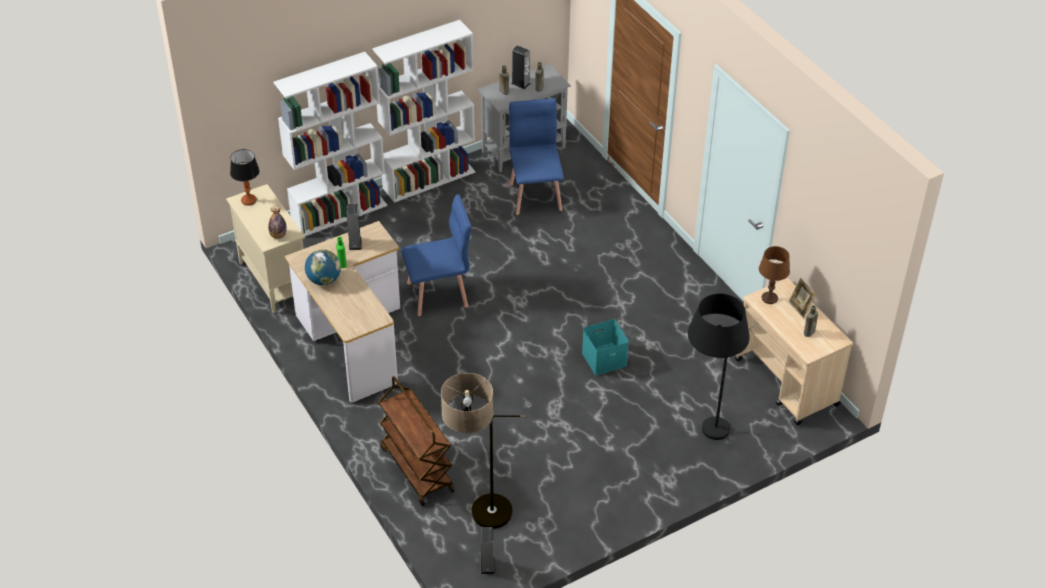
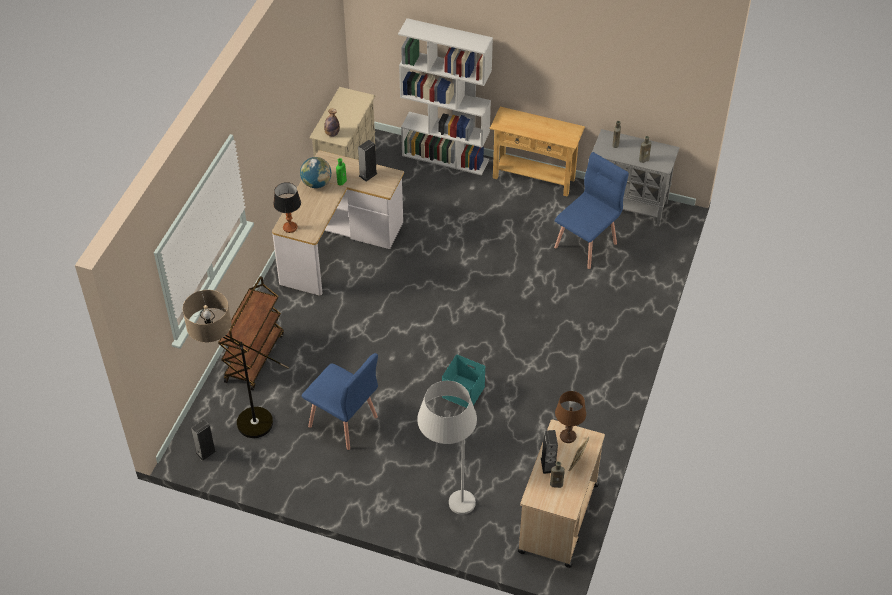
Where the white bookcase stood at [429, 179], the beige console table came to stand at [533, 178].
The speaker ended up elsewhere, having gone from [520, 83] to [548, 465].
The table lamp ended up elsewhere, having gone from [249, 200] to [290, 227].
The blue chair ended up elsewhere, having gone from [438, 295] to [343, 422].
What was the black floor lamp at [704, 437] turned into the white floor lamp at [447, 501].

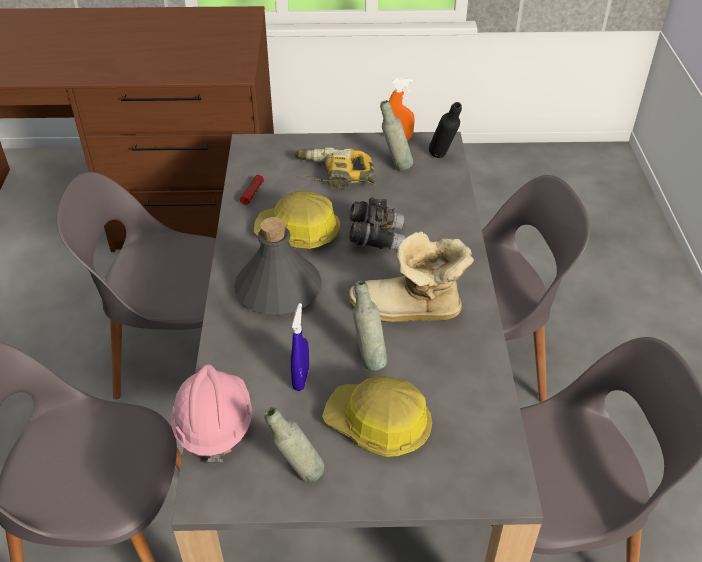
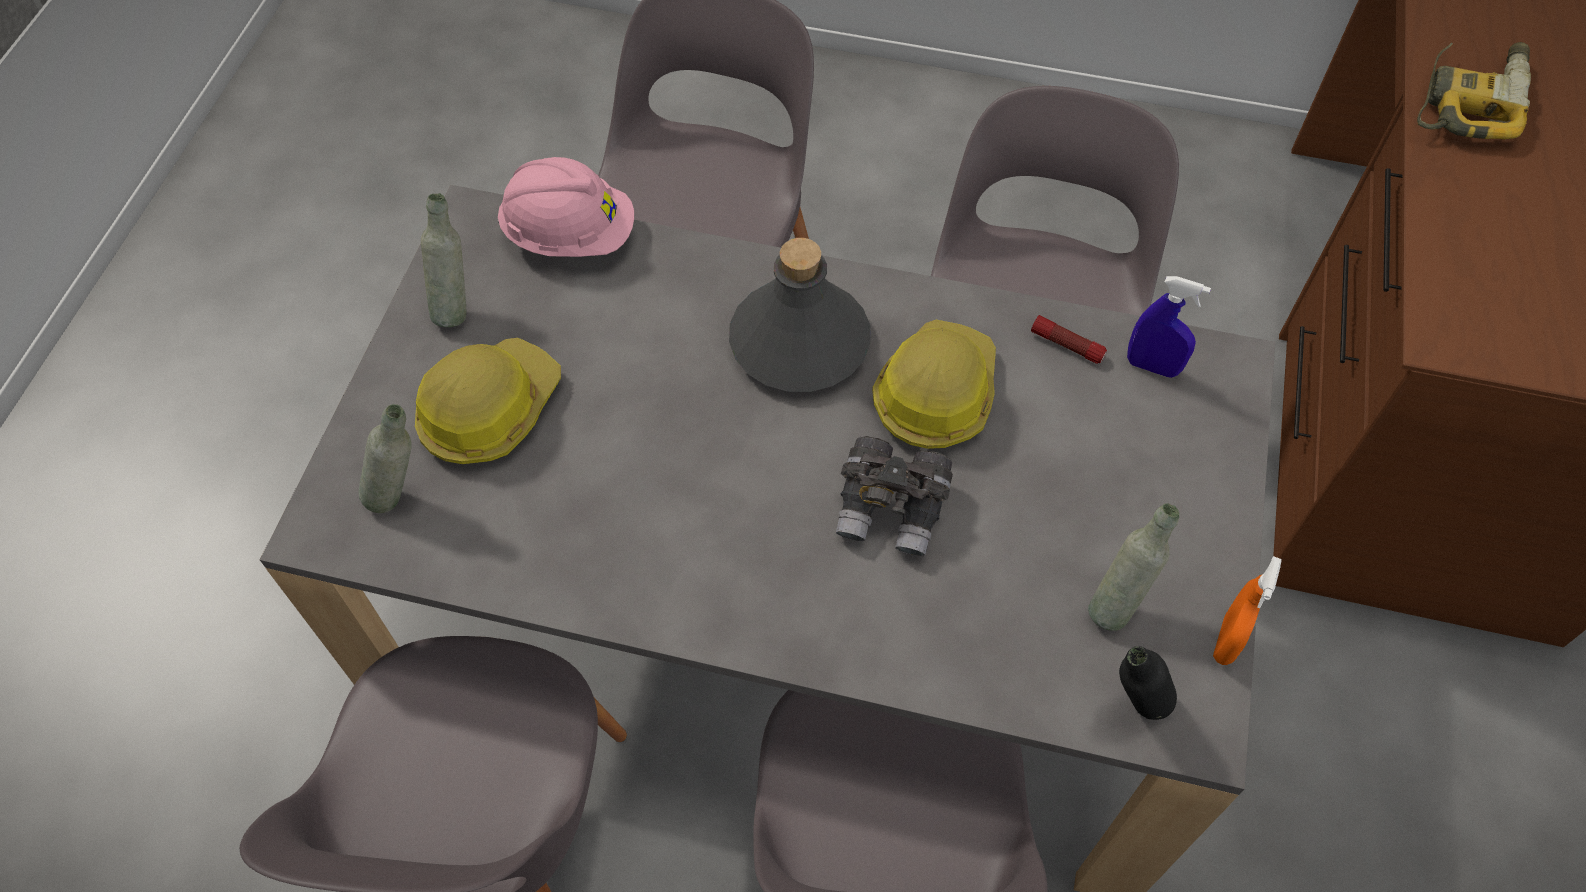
The power drill ended up elsewhere, having gone from [334, 176] to [1468, 99].
The second view lost the boot at [408, 312].
The grey bottle ended up elsewhere, having gone from [368, 359] to [401, 496].
The blue spray bottle ended up elsewhere, having gone from [301, 378] to [1152, 366].

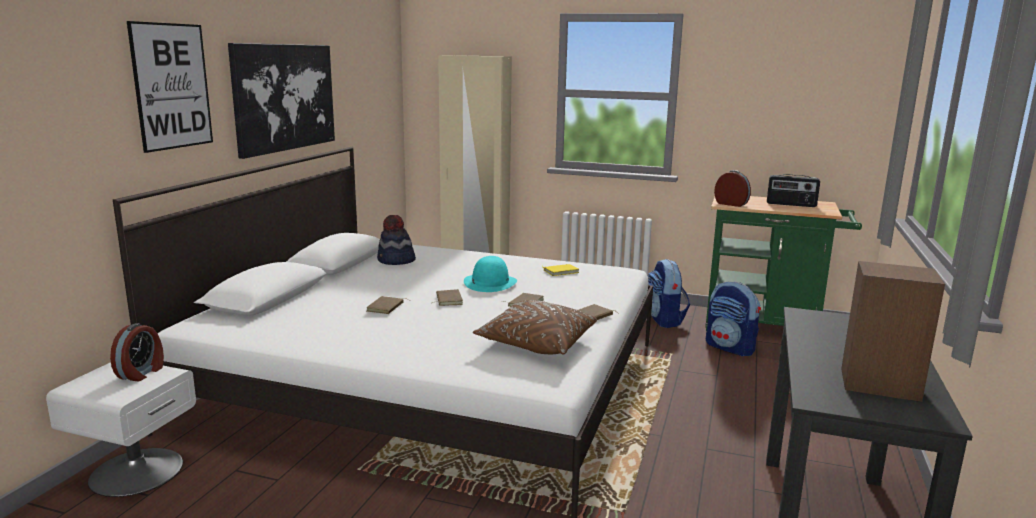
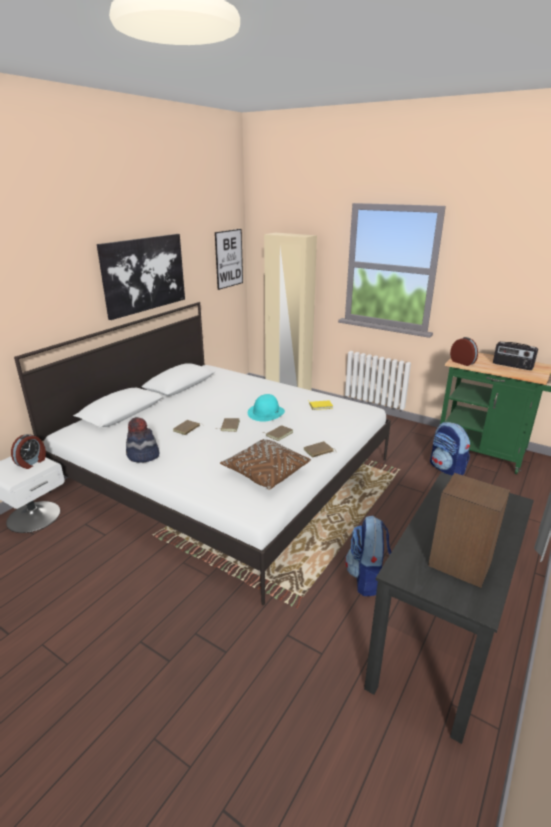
The picture ended up elsewhere, having gone from [172, 86] to [229, 258].
The hat ended up elsewhere, having gone from [396, 261] to [143, 456].
The backpack ended up elsewhere, having gone from [664, 320] to [368, 579].

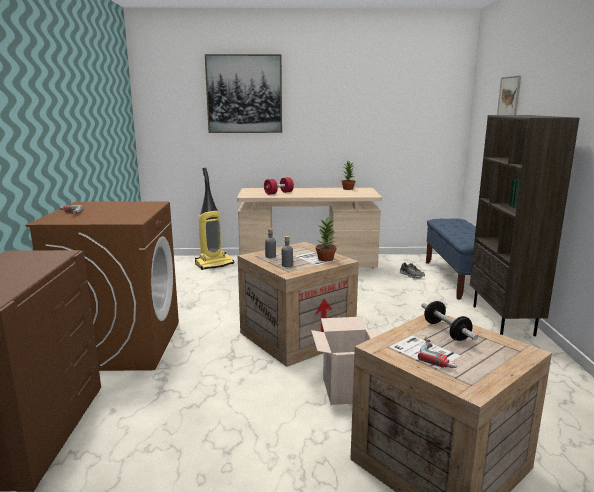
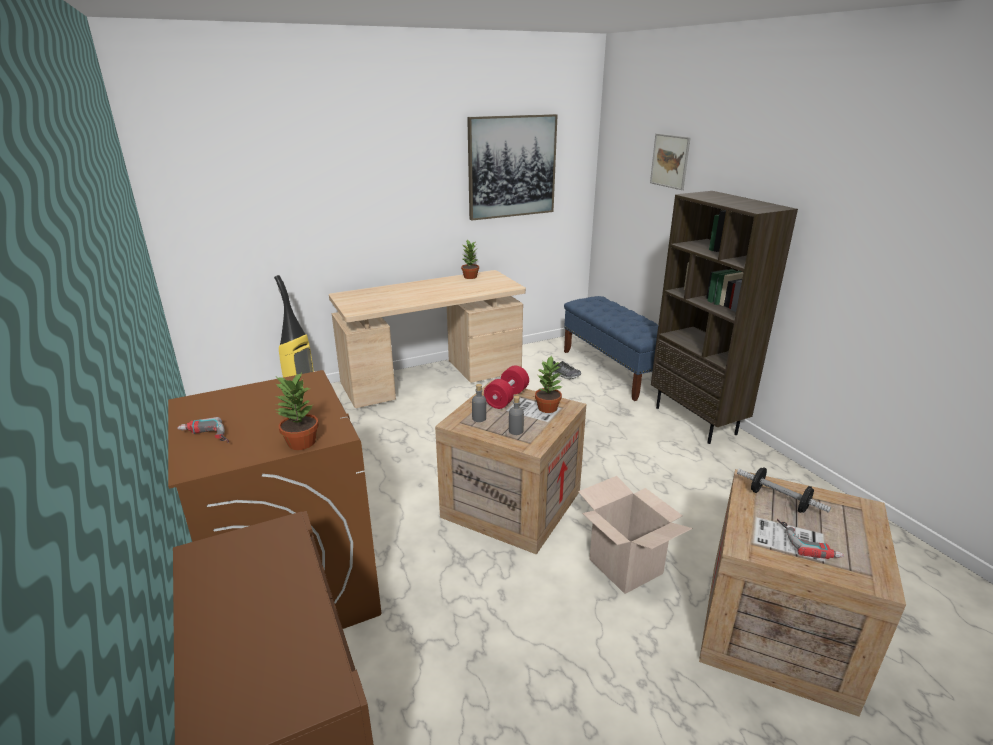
The picture ended up elsewhere, having gone from [244, 94] to [512, 167].
The red dumbbell ended up elsewhere, having gone from [278, 193] to [506, 398].
The second view gained the potted plant at [300, 443].

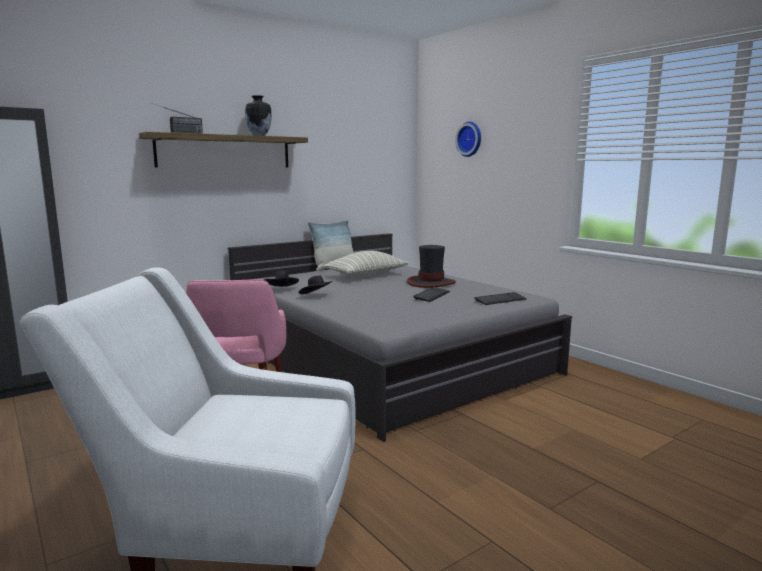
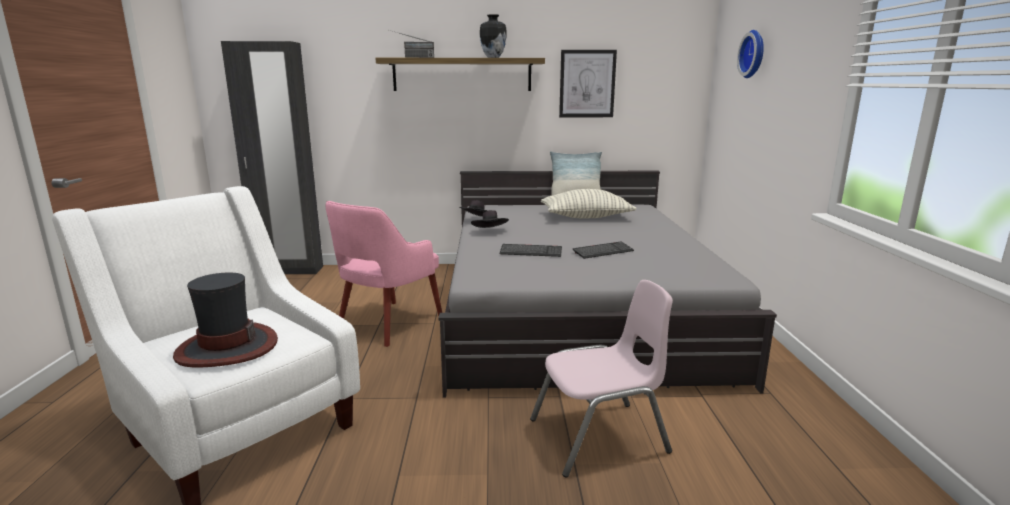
The hat ended up elsewhere, having gone from [431, 283] to [227, 347].
The keyboard ended up elsewhere, having gone from [500, 300] to [531, 252].
The second view gained the picture at [587, 84].
The second view gained the pink chair at [599, 437].

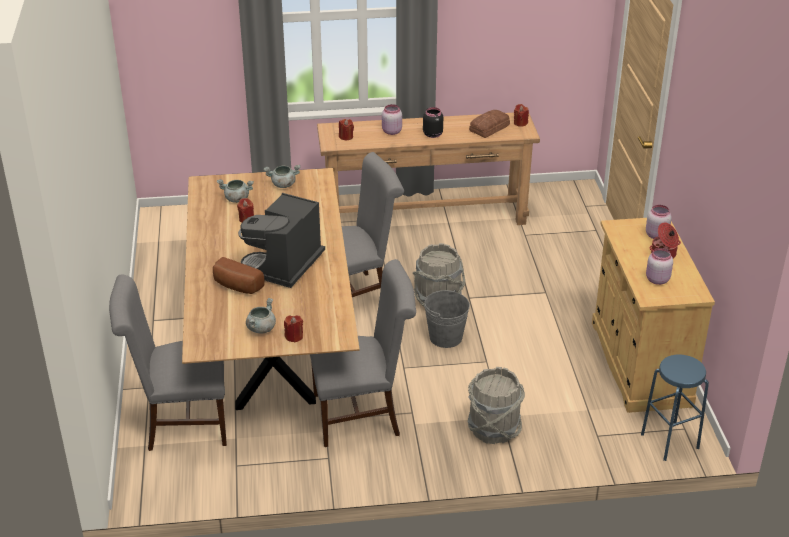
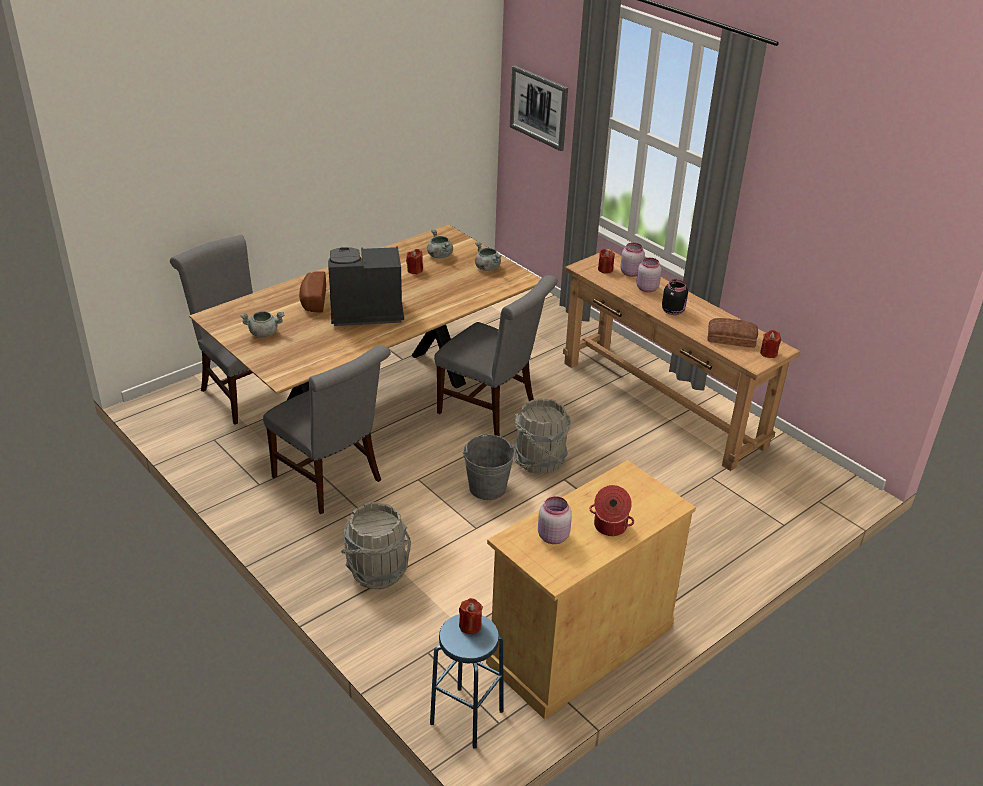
The pink jar ended up elsewhere, having gone from [656, 235] to [631, 272].
The red candle ended up elsewhere, having gone from [294, 336] to [470, 625].
The second view gained the picture at [539, 107].

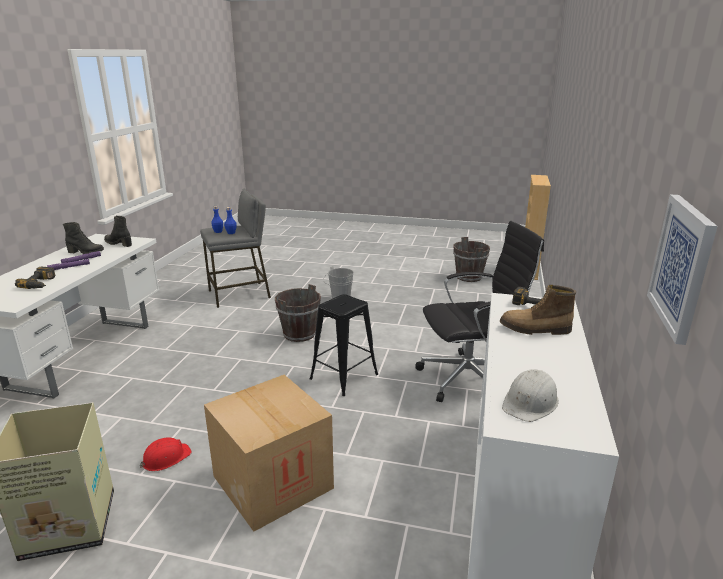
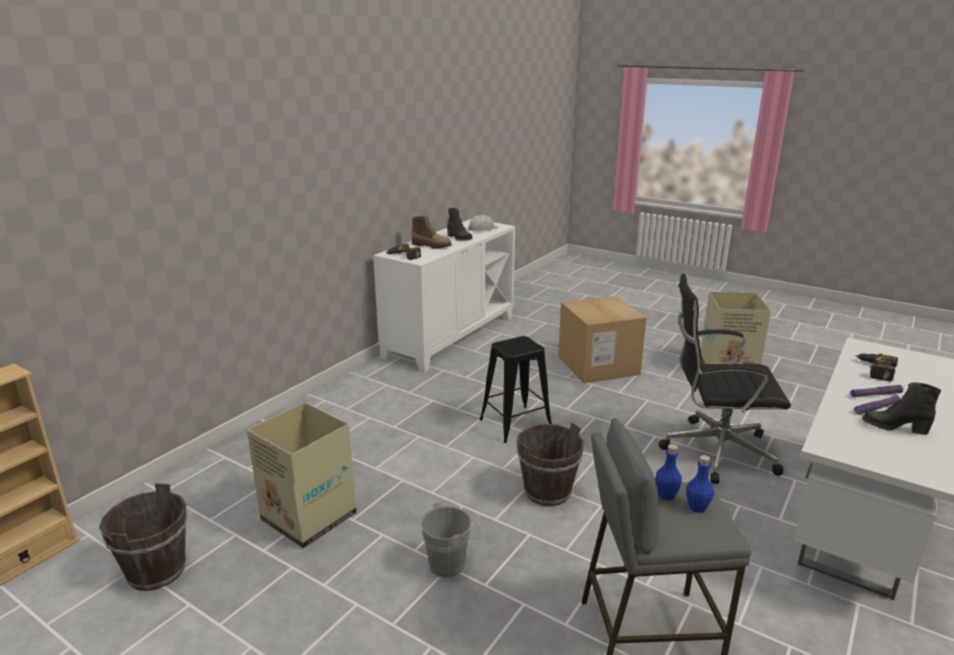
The second view lost the picture at [682, 266].
The black boot ended up elsewhere, having gone from [119, 244] to [459, 238].
The black office chair ended up elsewhere, having gone from [470, 379] to [715, 451].
The second view lost the red hard hat at [166, 458].
The second view gained the cardboard box at [308, 516].

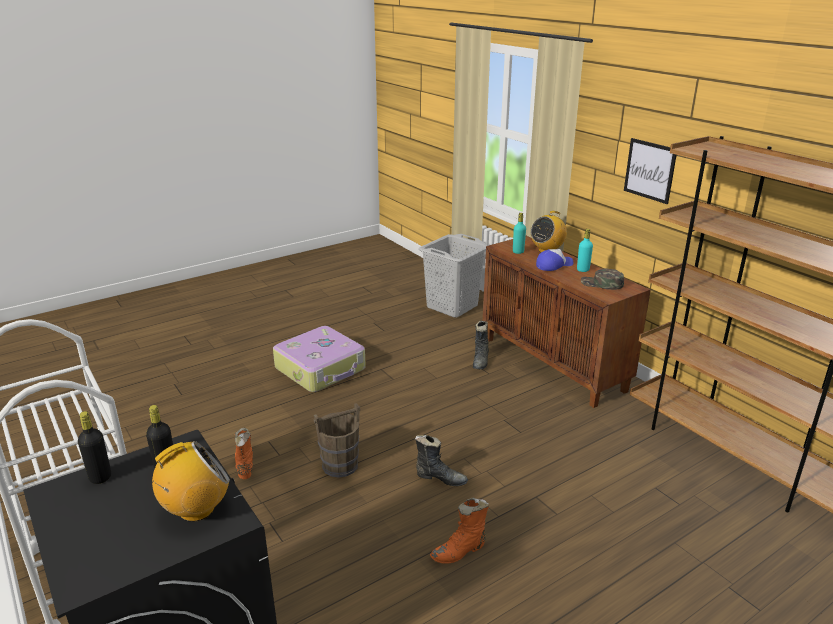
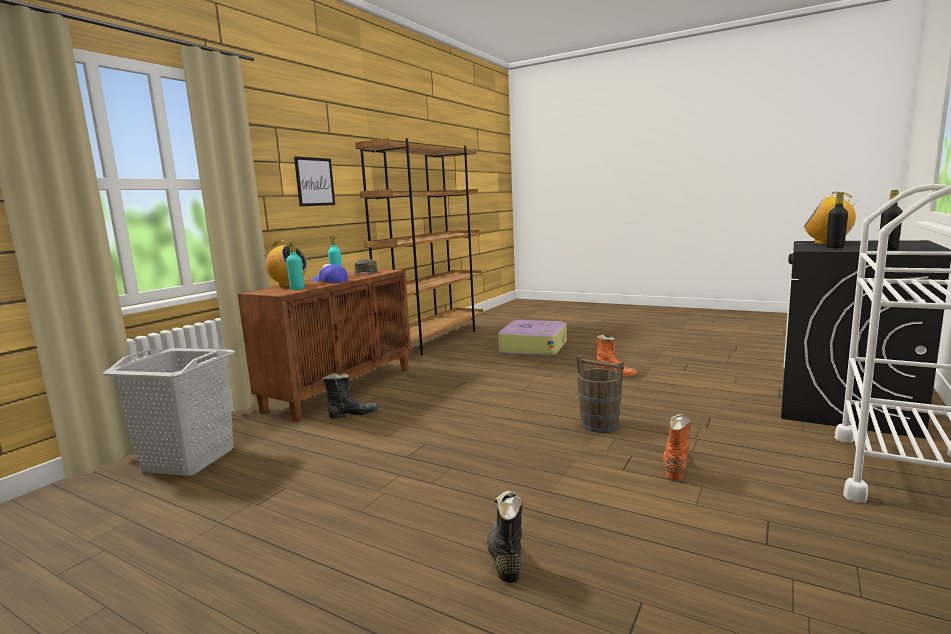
The suitcase ended up elsewhere, having gone from [321, 369] to [533, 347].
The orange boot at [244, 464] ended up facing another way, 150 degrees clockwise from before.
The black boot ended up elsewhere, having gone from [440, 478] to [504, 558].

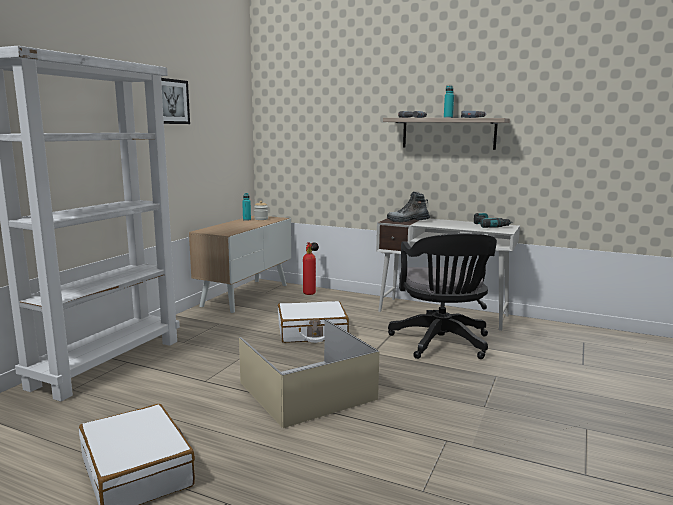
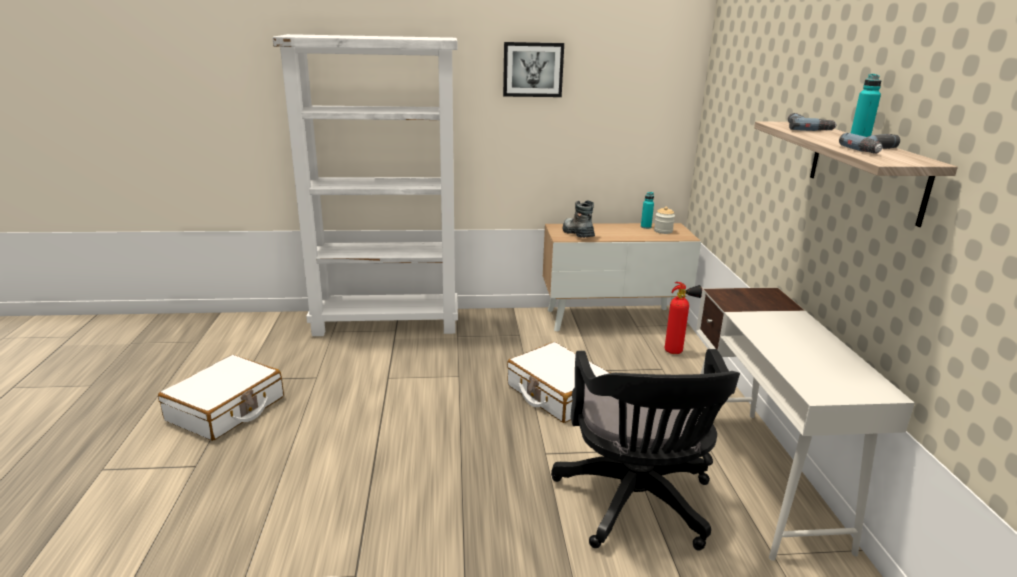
The boot ended up elsewhere, having gone from [408, 221] to [577, 234].
The second view lost the power drill at [490, 226].
The black office chair at [442, 344] ended up facing another way, 60 degrees counterclockwise from before.
The second view lost the beige storage box at [308, 390].

